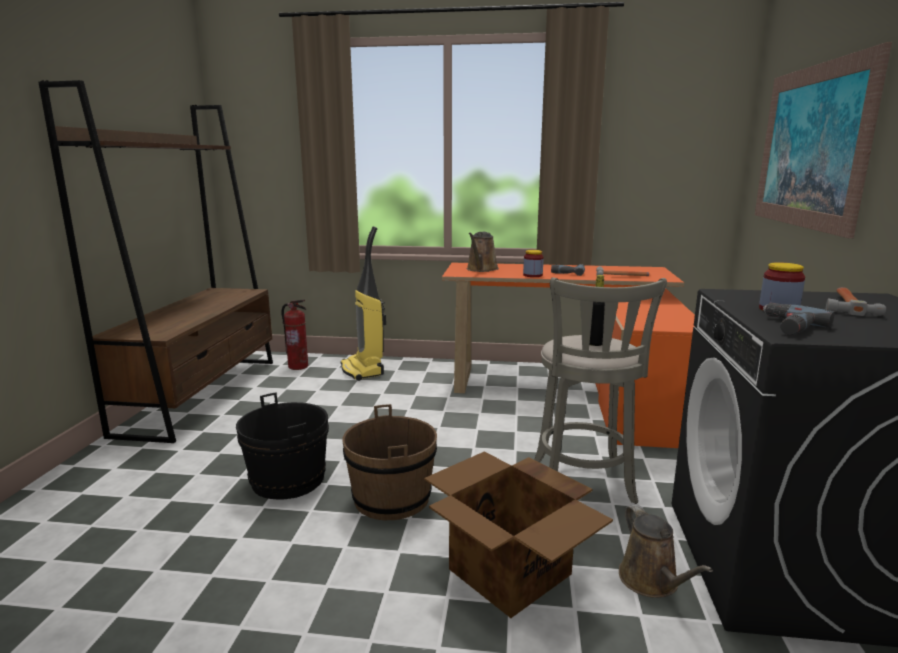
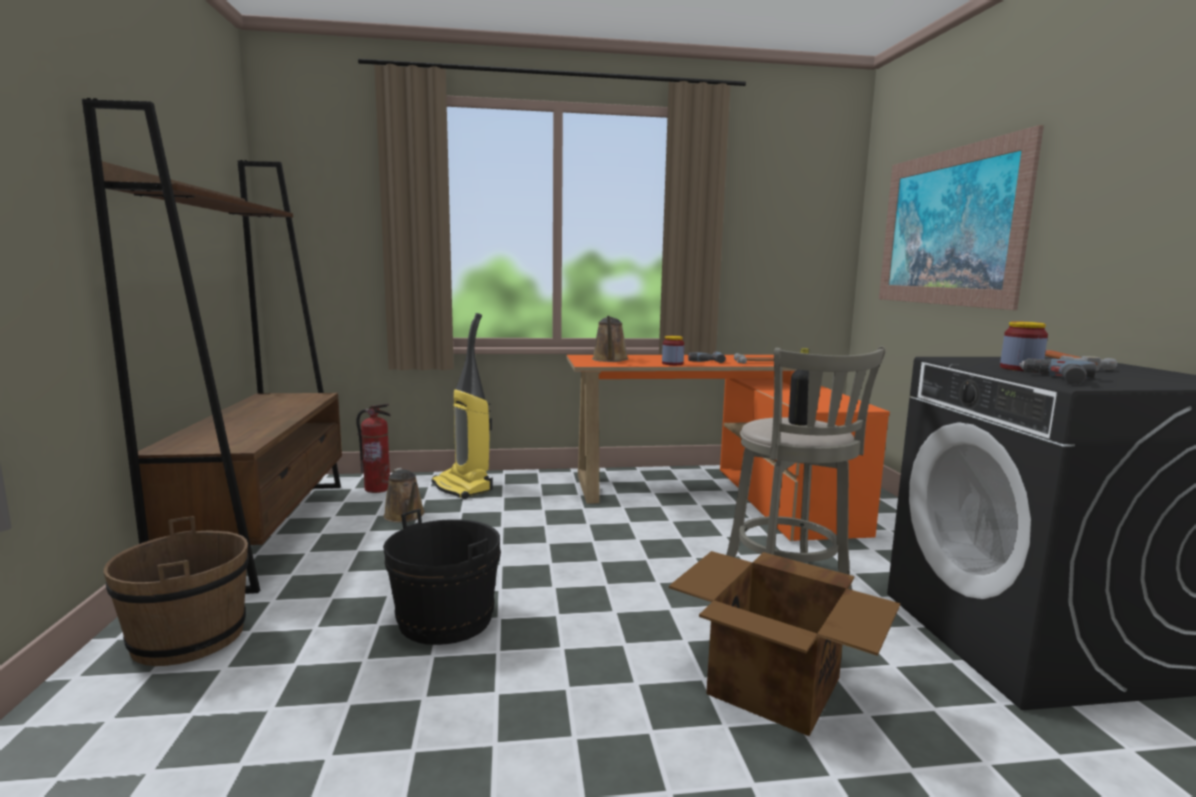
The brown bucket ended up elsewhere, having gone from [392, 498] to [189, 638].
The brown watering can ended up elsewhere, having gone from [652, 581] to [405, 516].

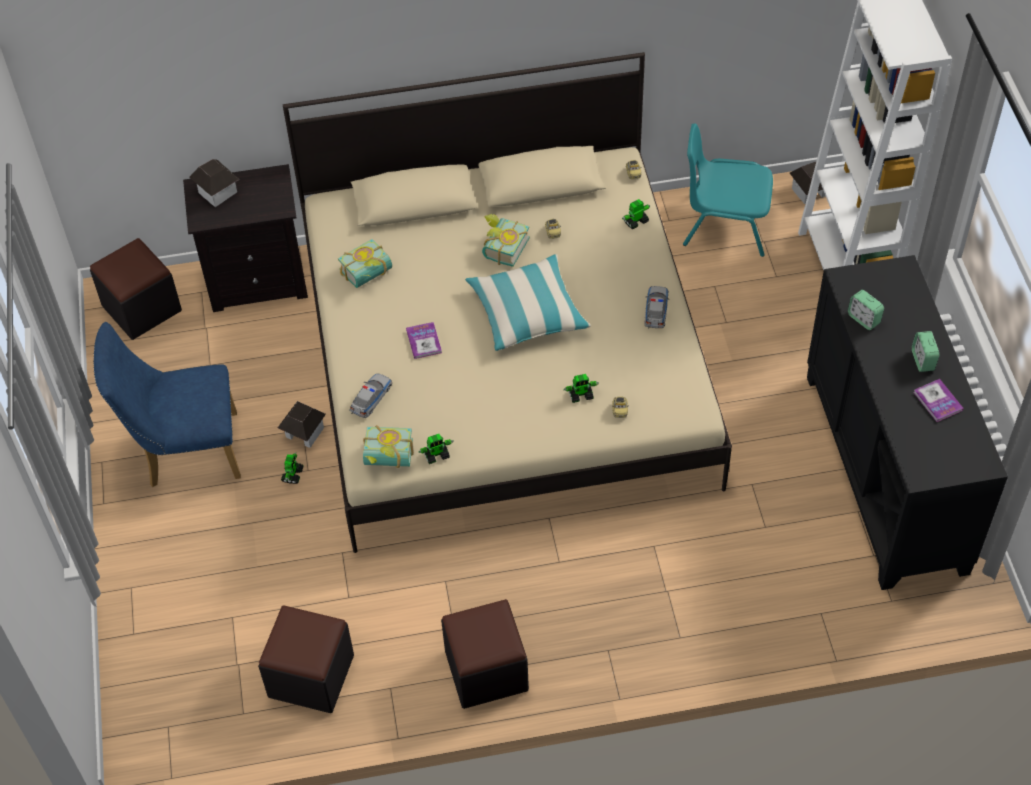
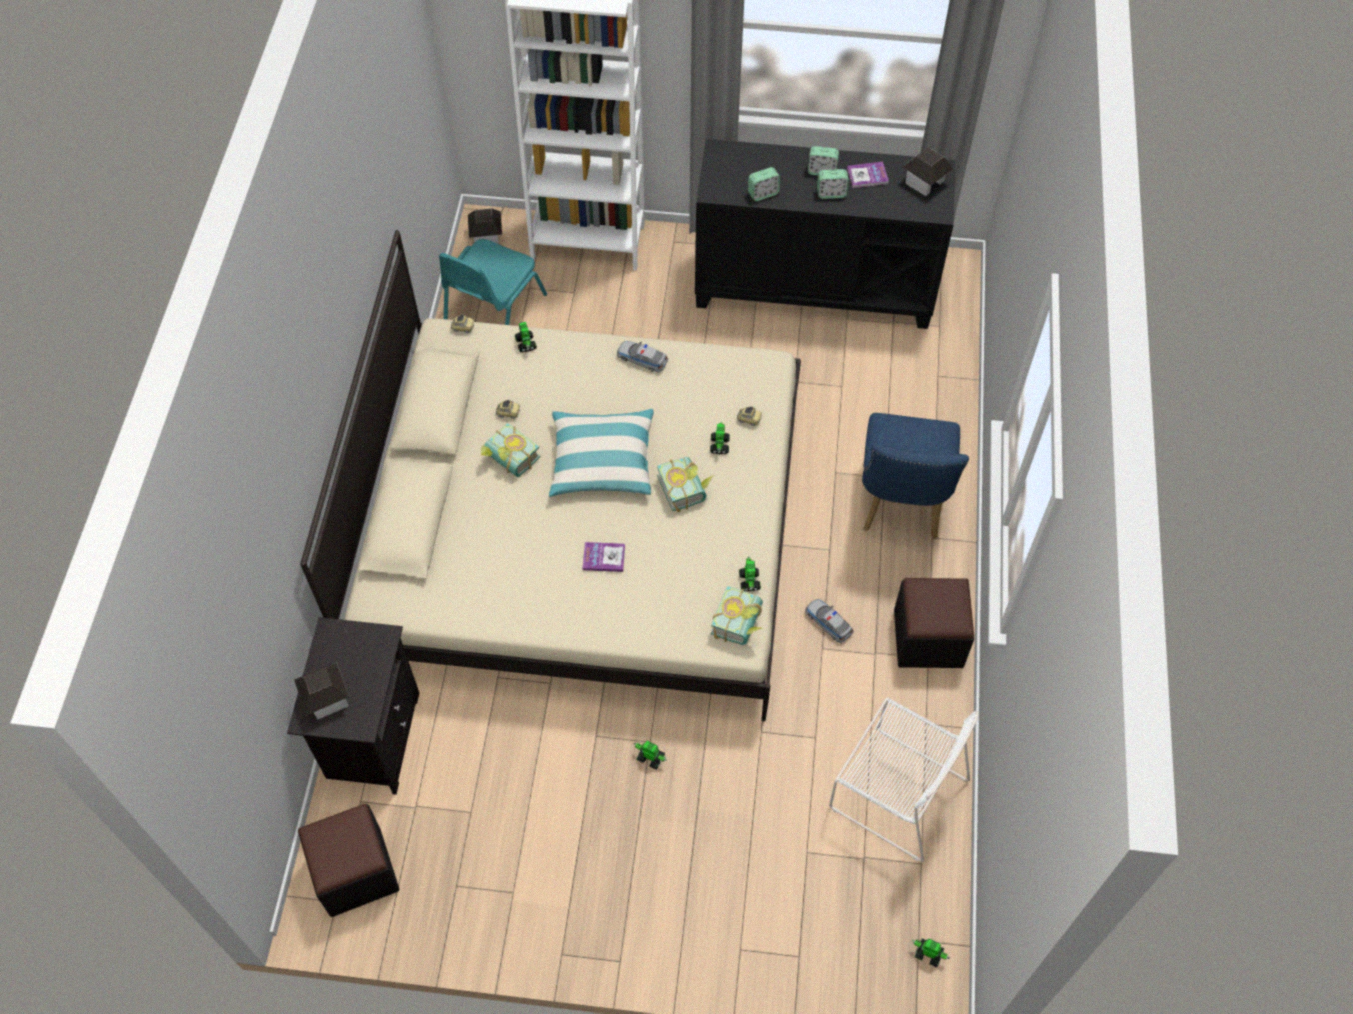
The book ended up elsewhere, having gone from [369, 275] to [686, 488].
The blue chair ended up elsewhere, having gone from [185, 452] to [900, 505].
The toy car ended up elsewhere, having gone from [371, 398] to [828, 623].
The toy house ended up elsewhere, having gone from [304, 433] to [924, 182].
Where the black ottoman stood at [311, 676], the white chair came to stand at [895, 791].
The second view gained the alarm clock at [831, 193].
The second view gained the toy robot at [928, 953].

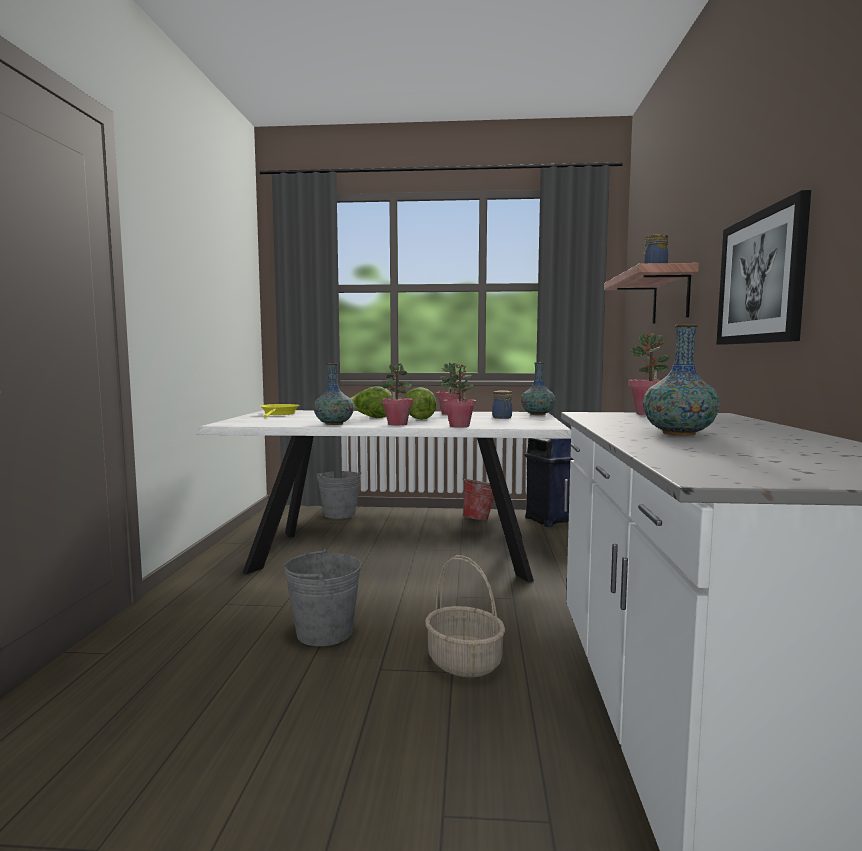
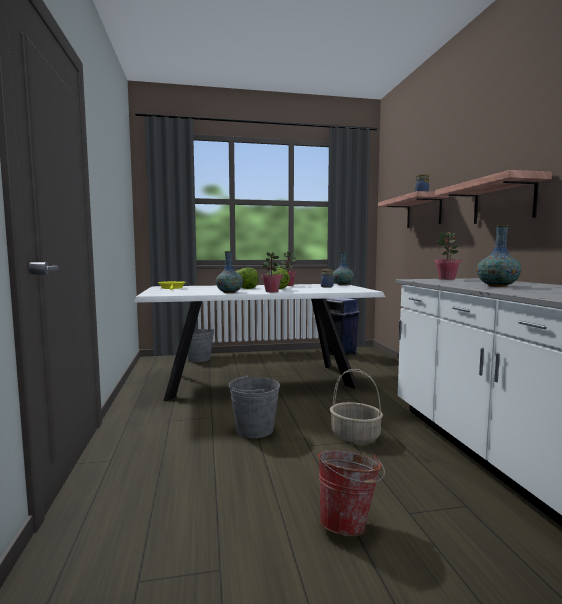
Where the picture hung at [761, 278], the shelf came to hang at [503, 202].
The second view lost the potted plant at [459, 426].
The bucket ended up elsewhere, having gone from [480, 519] to [349, 523].

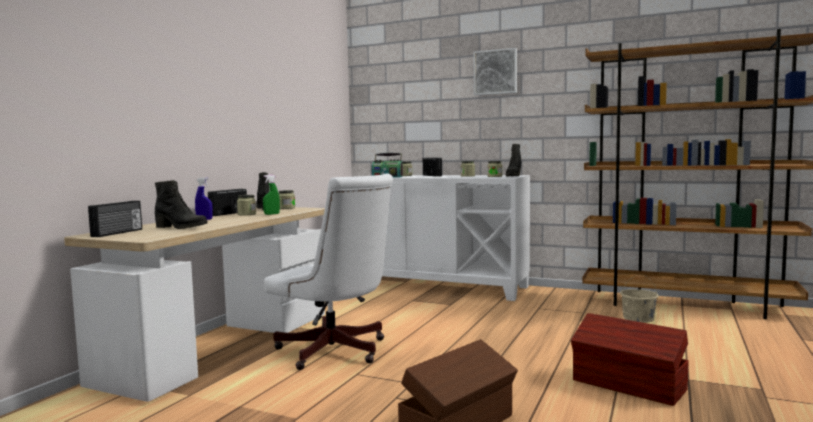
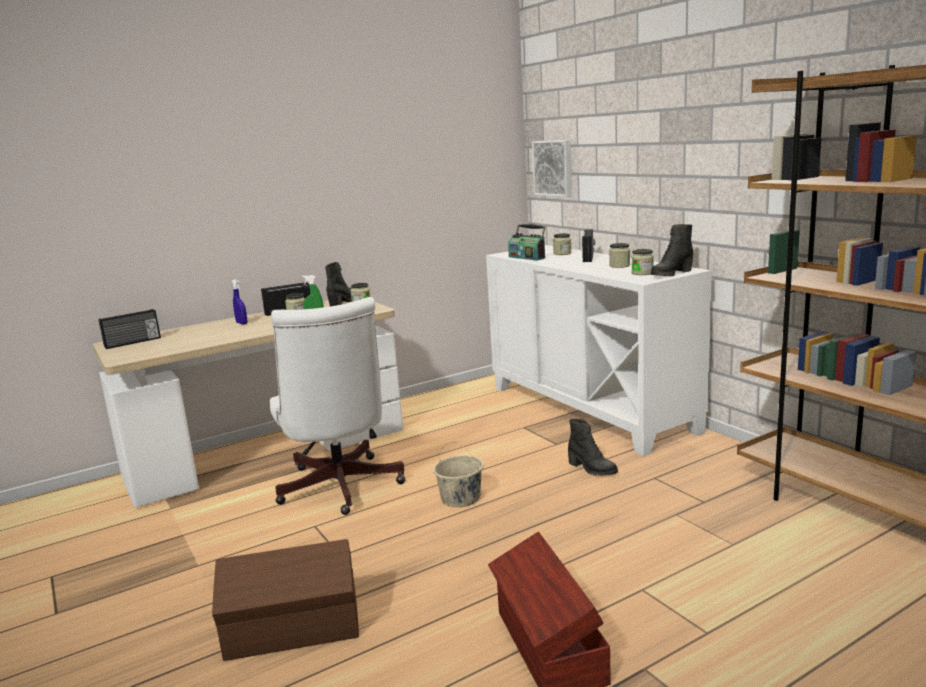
The picture ended up elsewhere, having gone from [495, 72] to [554, 168].
The black boot ended up elsewhere, having gone from [181, 227] to [591, 469].
The beige bucket ended up elsewhere, having gone from [638, 318] to [461, 498].

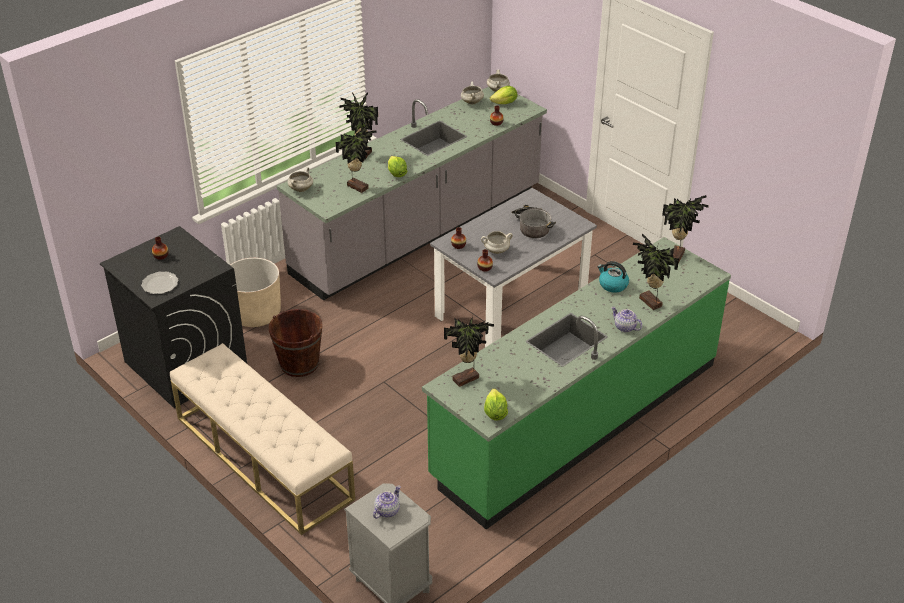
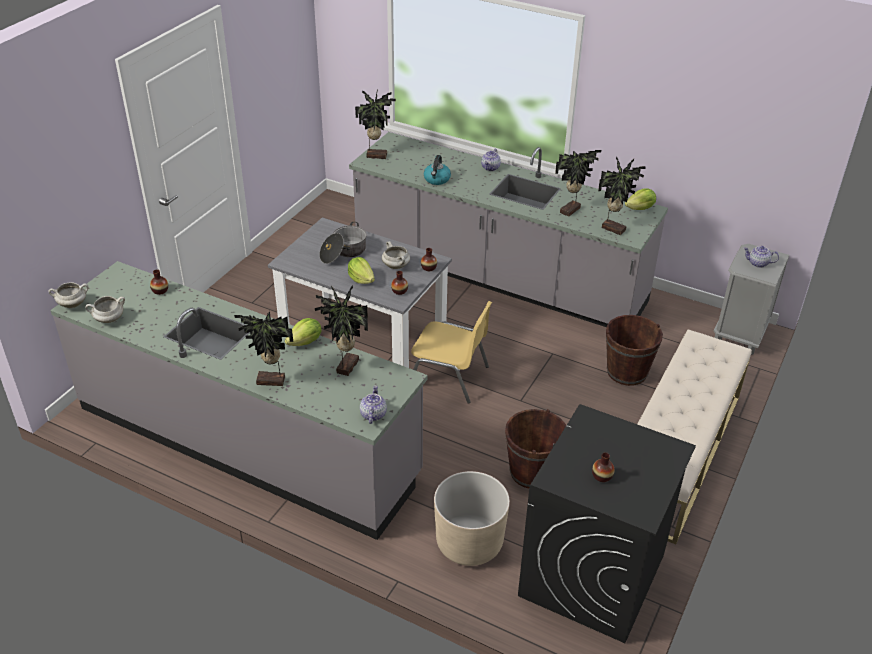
The lettuce ended up elsewhere, having gone from [504, 103] to [361, 279].
Where the white cooking pot stood at [301, 189], the teapot came to stand at [373, 414].
The potted plant ended up elsewhere, having gone from [649, 303] to [571, 211].
What was the green counter at [576, 419] turned into the grey counter at [498, 277].
The second view lost the plate at [160, 284].
The second view gained the yellow chair at [449, 377].
The second view gained the brown bucket at [627, 372].

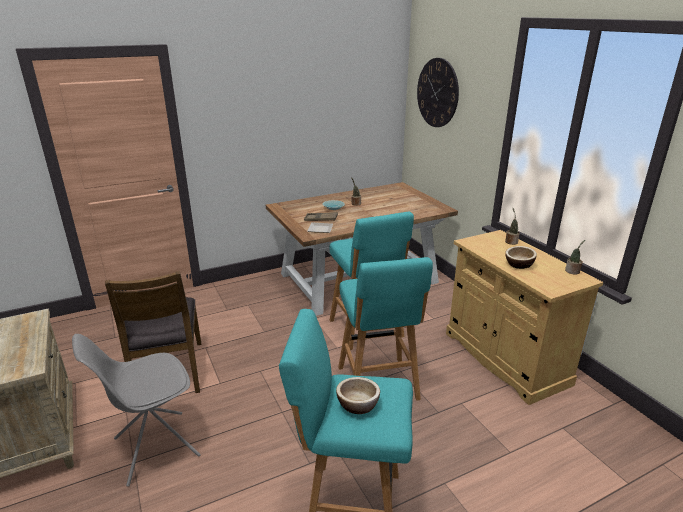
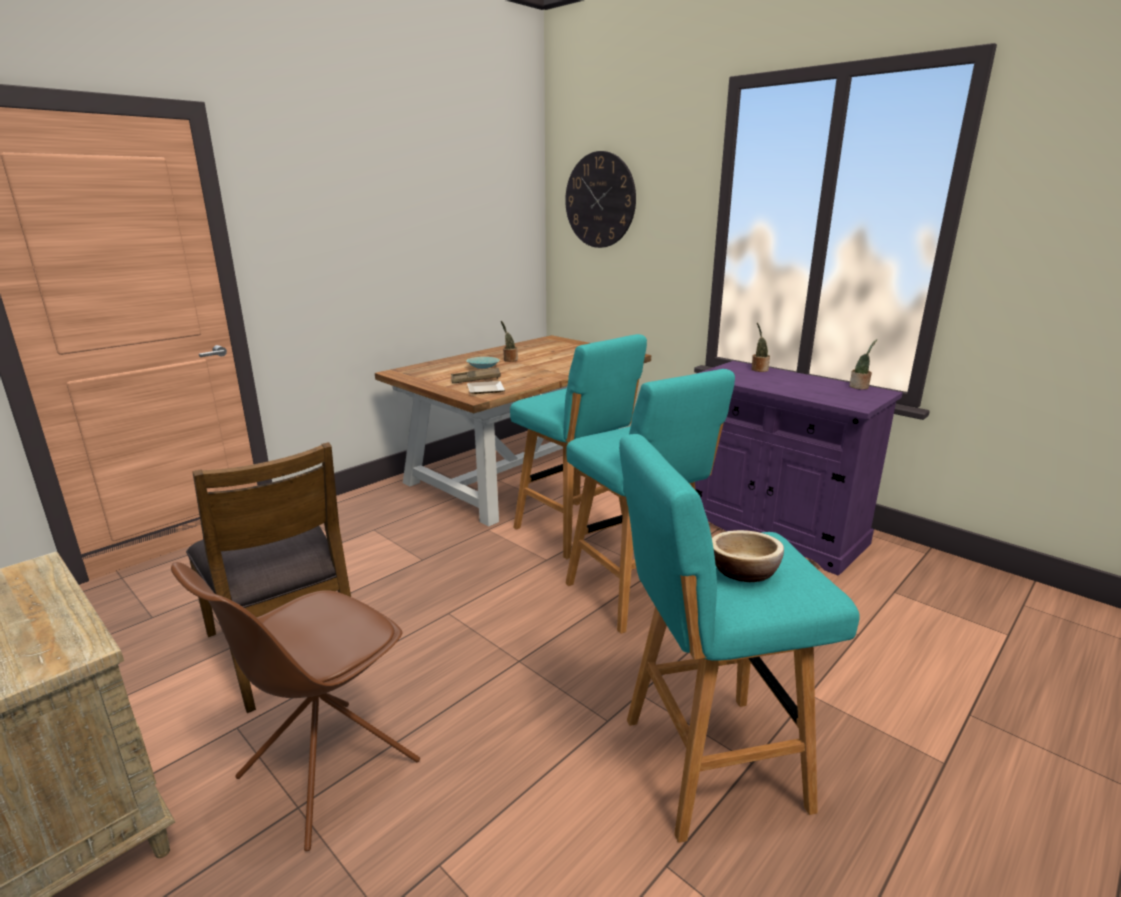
What was the beige cabinet at [505, 358] turned into the purple cabinet at [772, 529].
The second view lost the bowl at [519, 264].
What was the grey chair at [154, 447] turned into the brown chair at [325, 771].

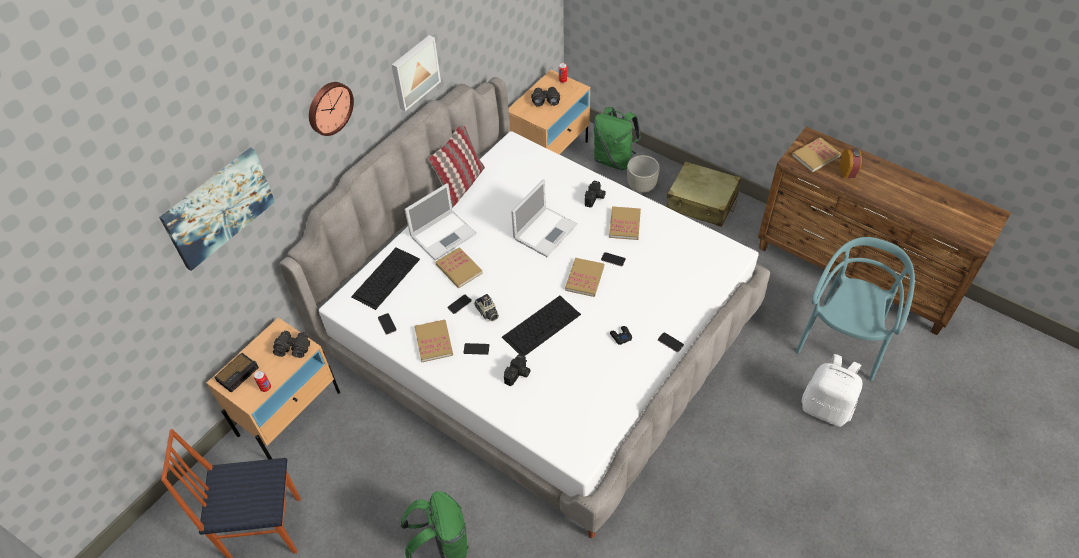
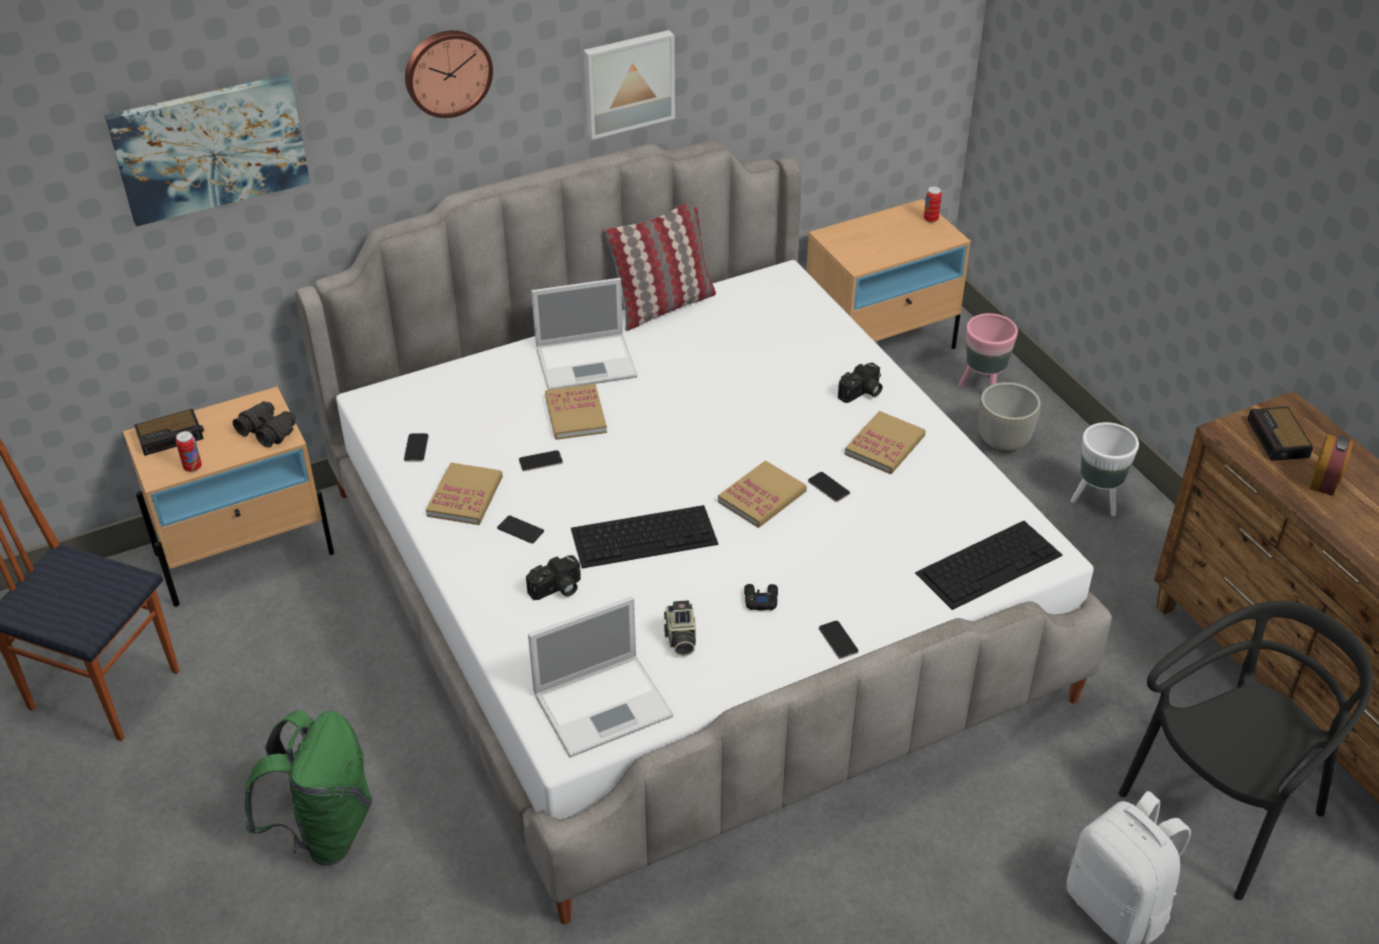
The second view lost the black binoculars at [545, 100].
Where the green backpack stood at [614, 160], the pink planter came to stand at [983, 388].
Where the book stood at [815, 156], the alarm clock came to stand at [1278, 439].
Where the beige suitcase stood at [702, 202], the white planter came to stand at [1097, 501].
The laptop ended up elsewhere, having gone from [546, 231] to [605, 704].
What was the turquoise chair at [843, 340] turned into the black chair at [1224, 811].
The keyboard ended up elsewhere, having gone from [386, 277] to [989, 563].
The photo camera ended up elsewhere, having gone from [487, 313] to [680, 638].

